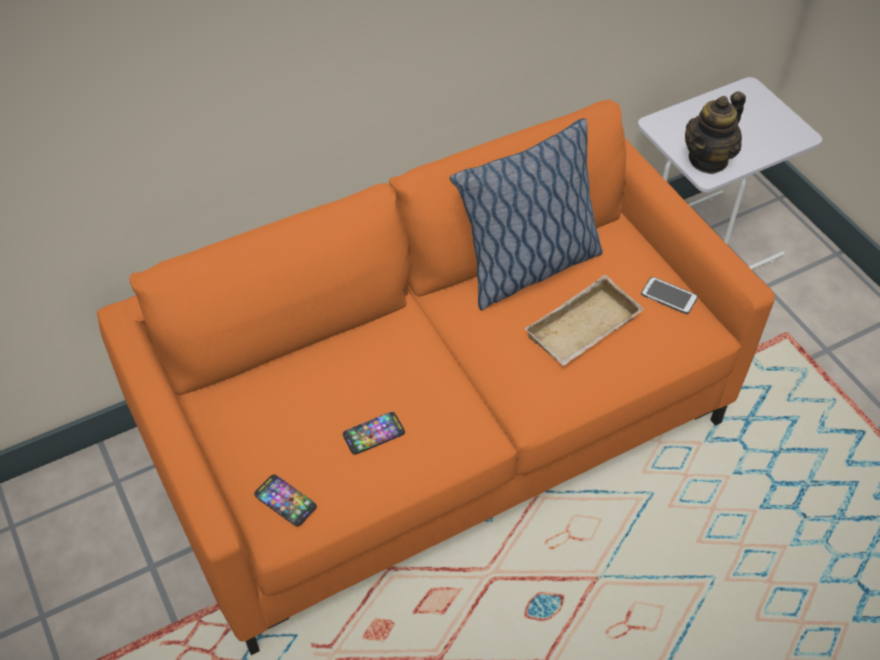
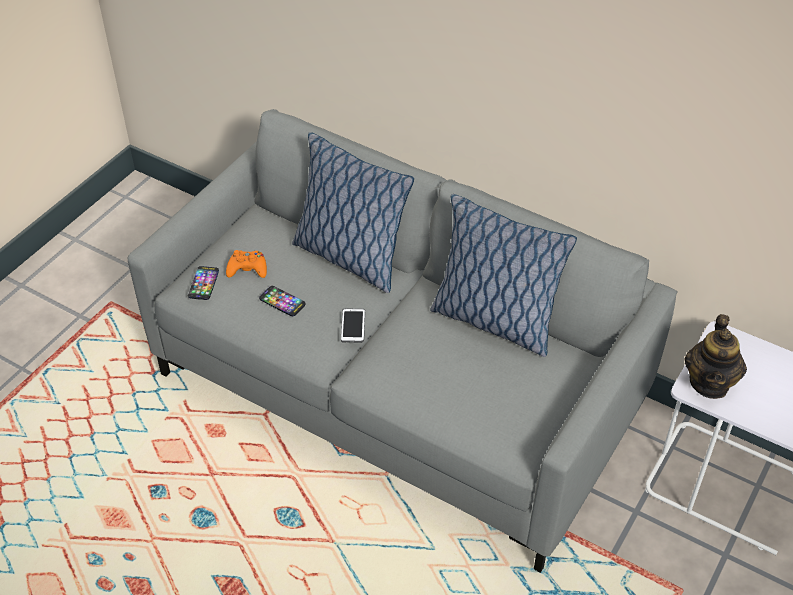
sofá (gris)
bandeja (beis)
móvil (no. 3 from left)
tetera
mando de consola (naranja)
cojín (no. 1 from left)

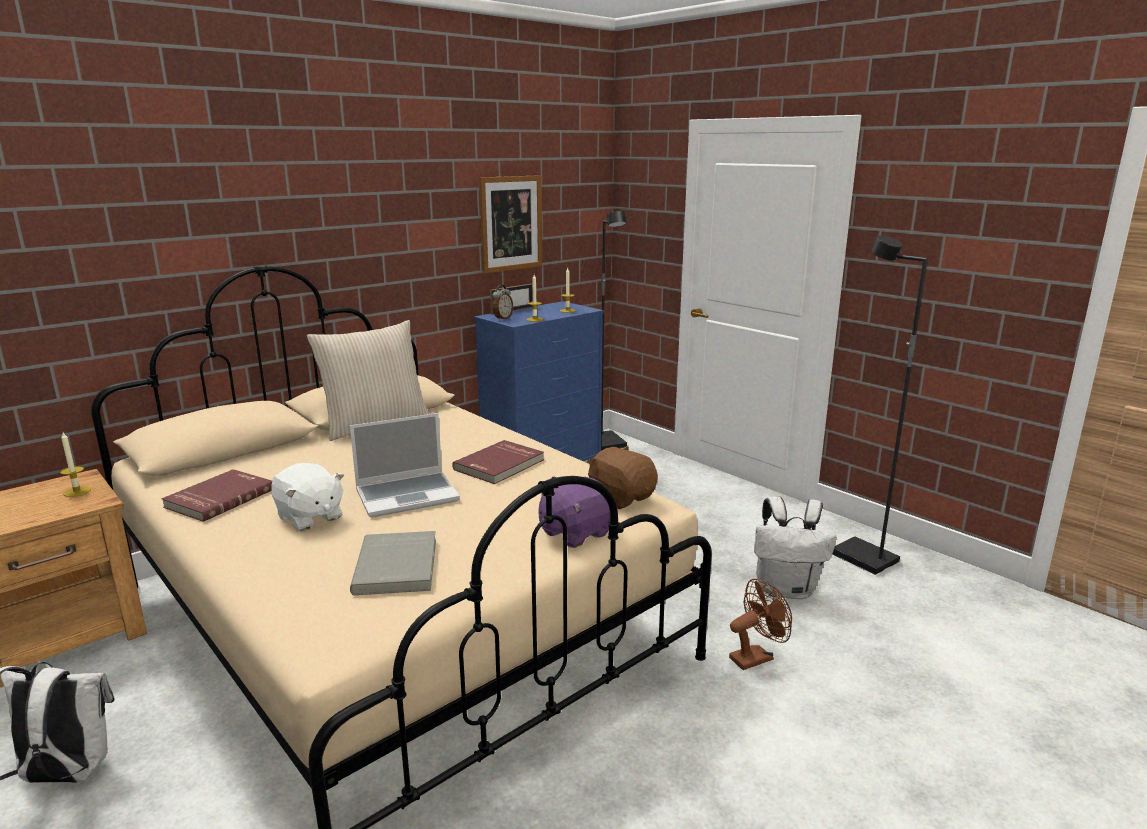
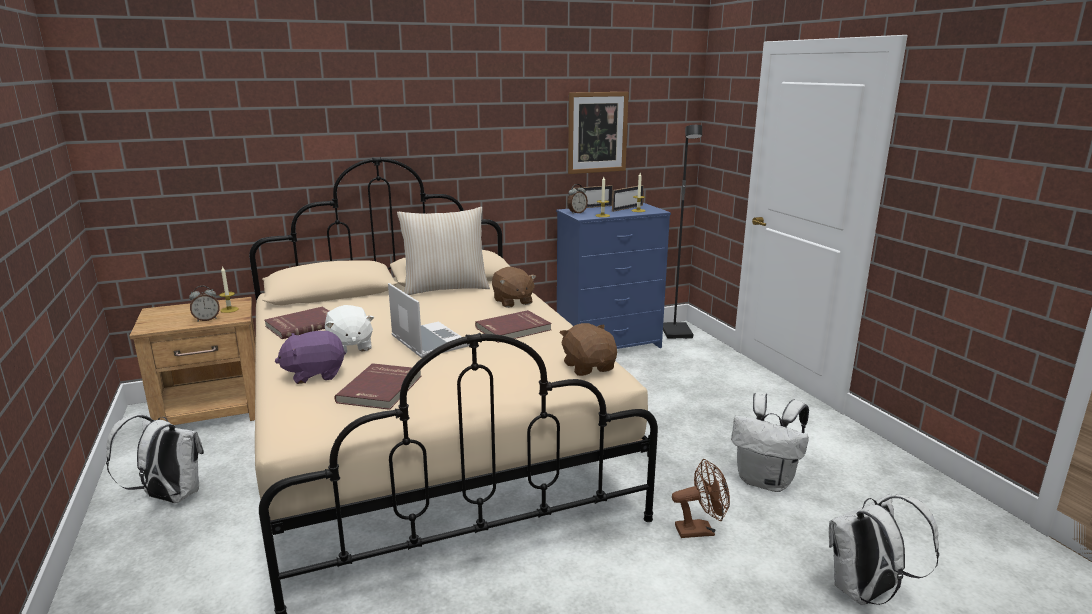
portátil
libro (rojo) (no. 2 from left)
peluche (morado)
lámpara de pie (negro) (no. 2 from left in the first image)
despertador (no. 1 from left)
peluche (marrón) (no. 1 from left)
portarretratos (no. 2 from left)
mochila (blanco) (no. 3 from left)

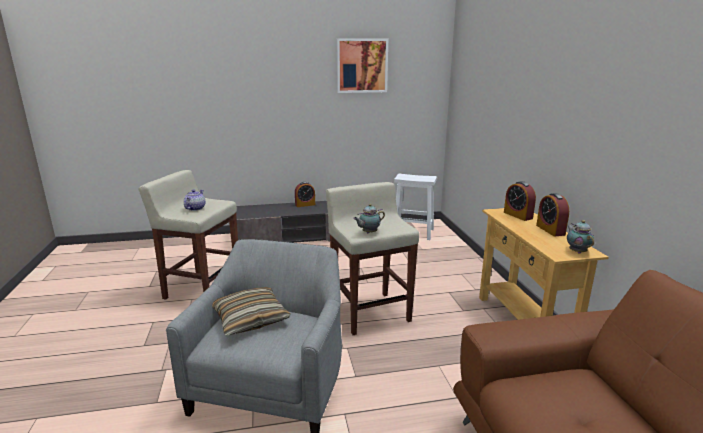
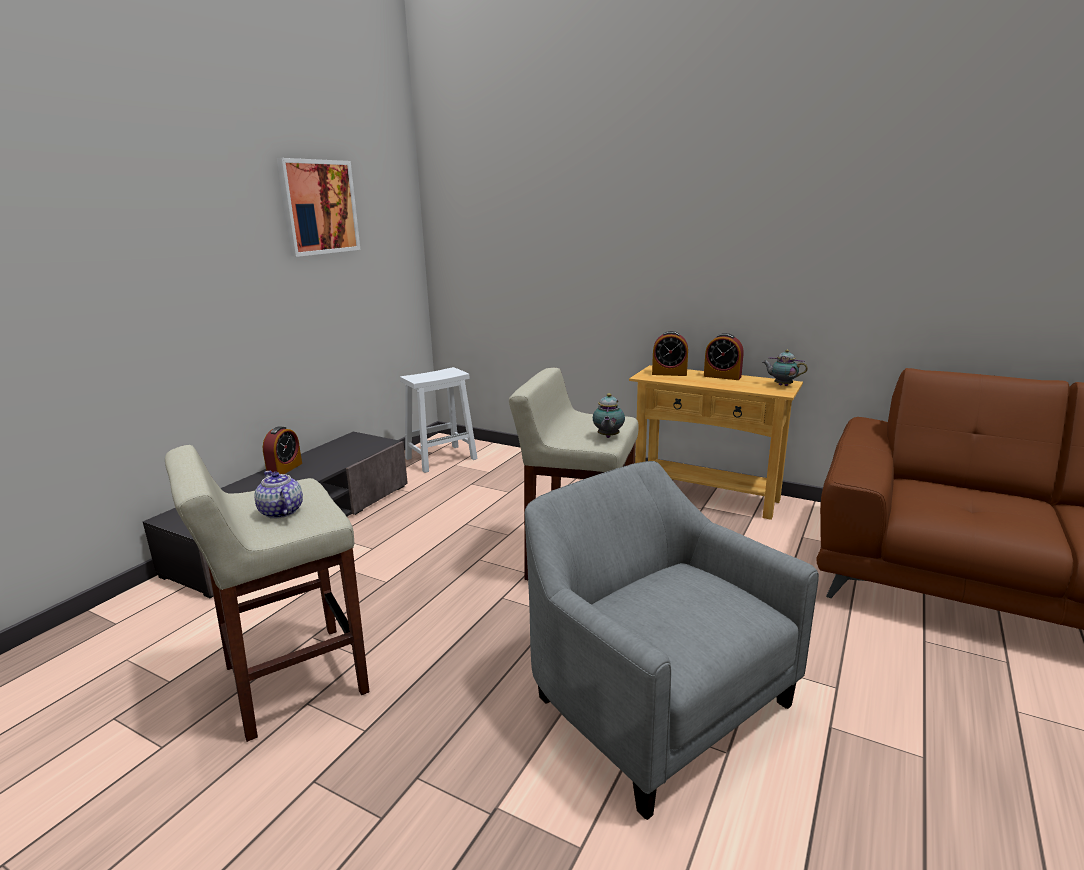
cojín

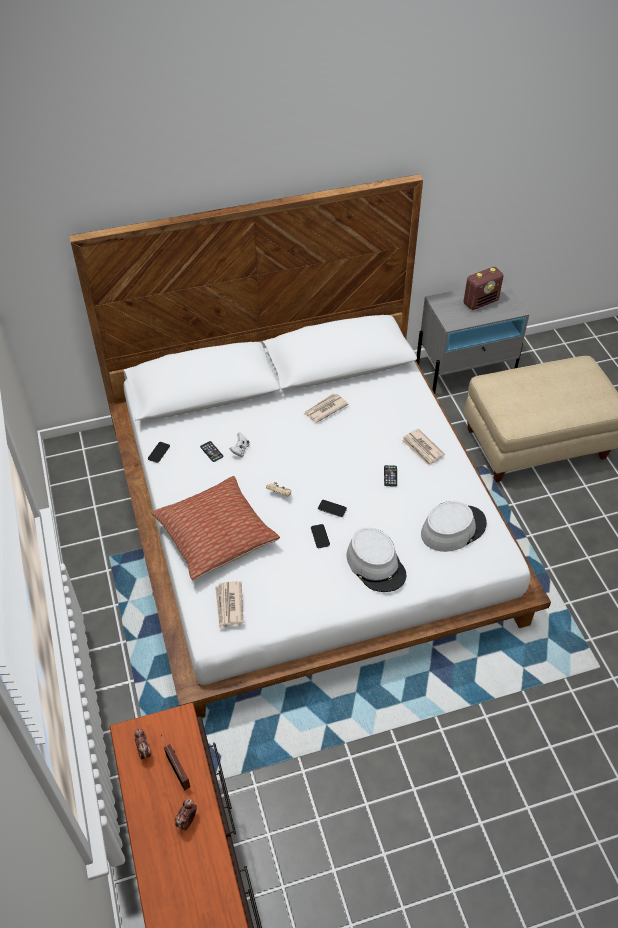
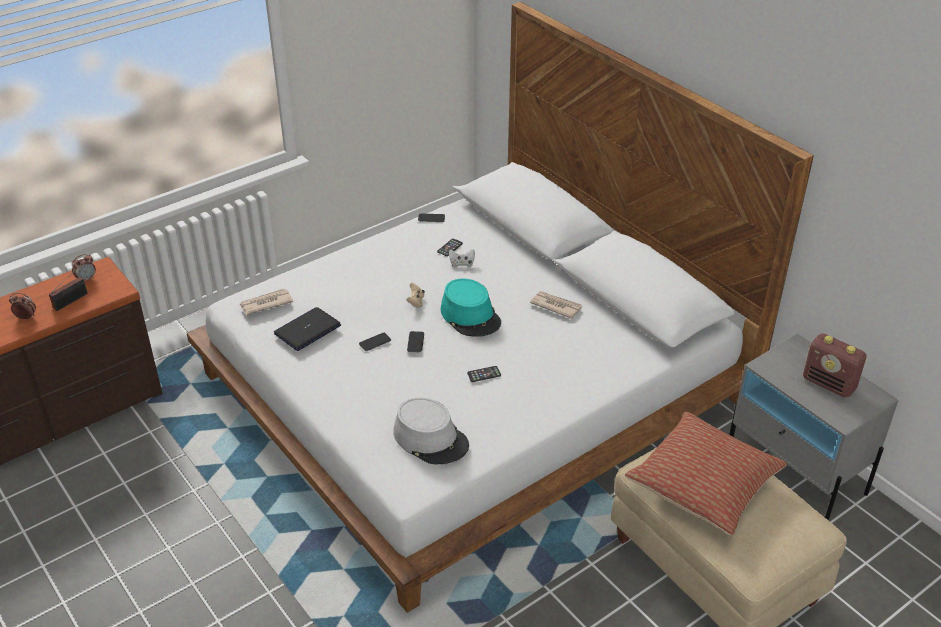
cojín
sombrero (gris) (no. 1 from left in the first image)
periódico (no. 3 from left in the first image)
portátil
sombrero (turquesa)

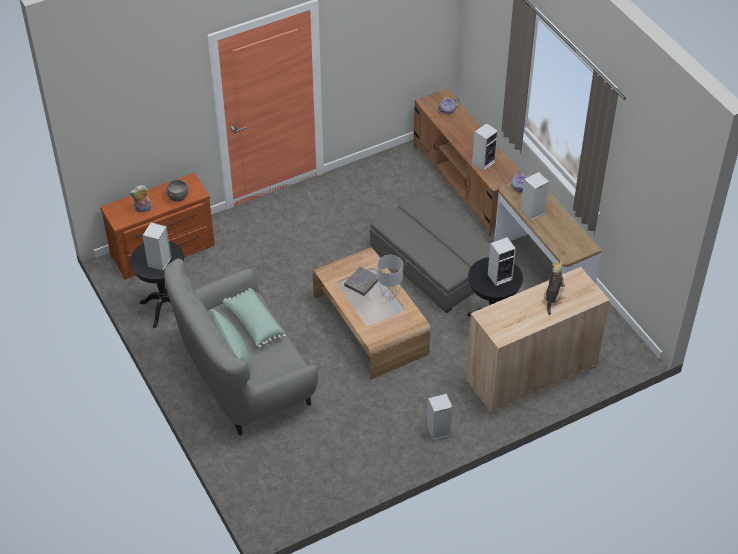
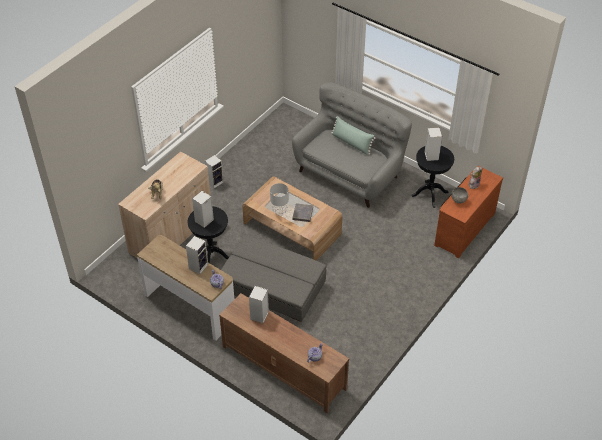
cojín (verde) (no. 2 from left in the first image)

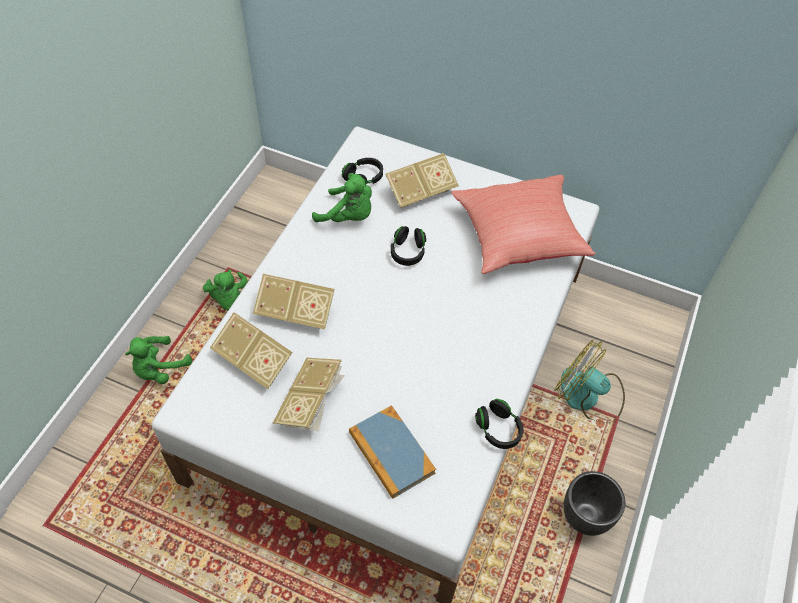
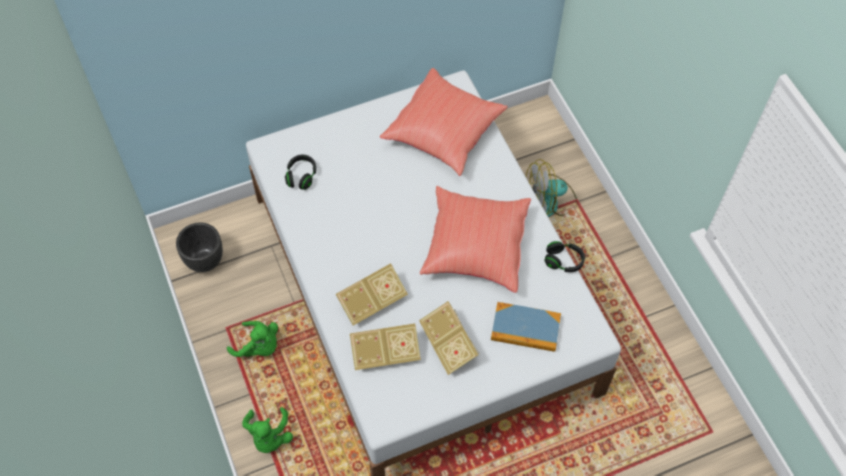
peluche (verde) (no. 3 from left in the first image)
libro (no. 5 from left in the first image)
auriculares (negro) (no. 2 from left in the first image)
maceta (negro)
cojín (rojo) (no. 2 from left)

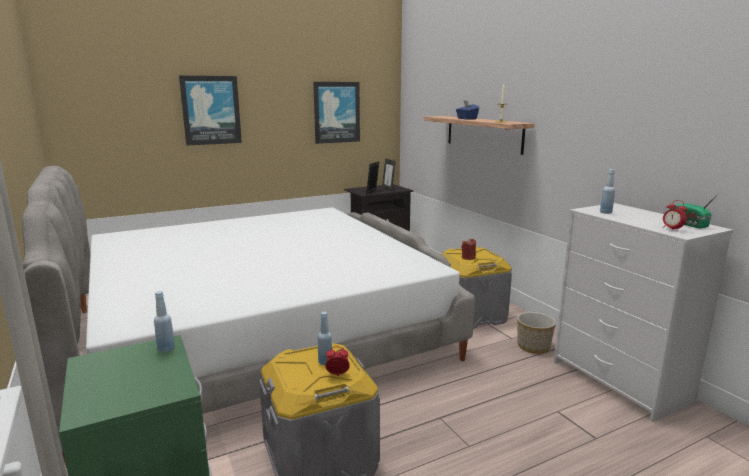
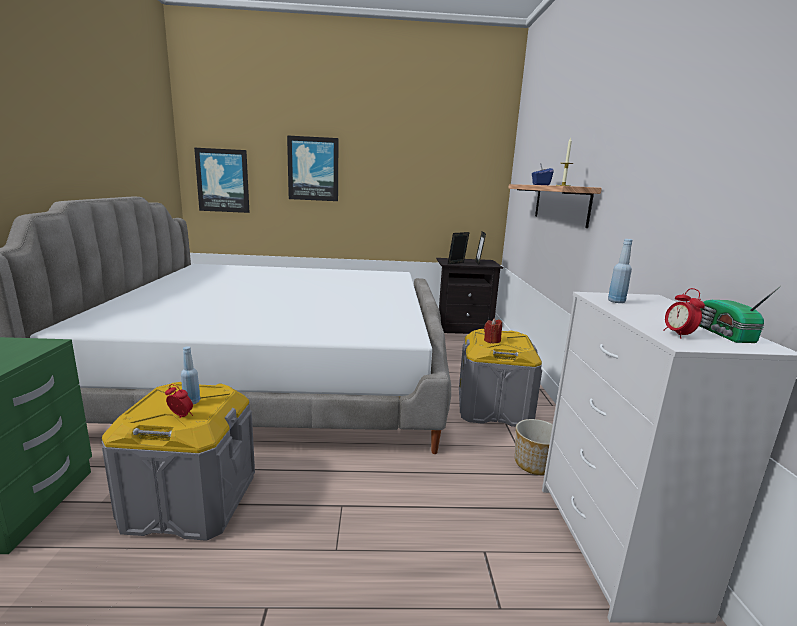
botella (azul) (no. 1 from left in the first image)
cuadro (no. 1 from left)

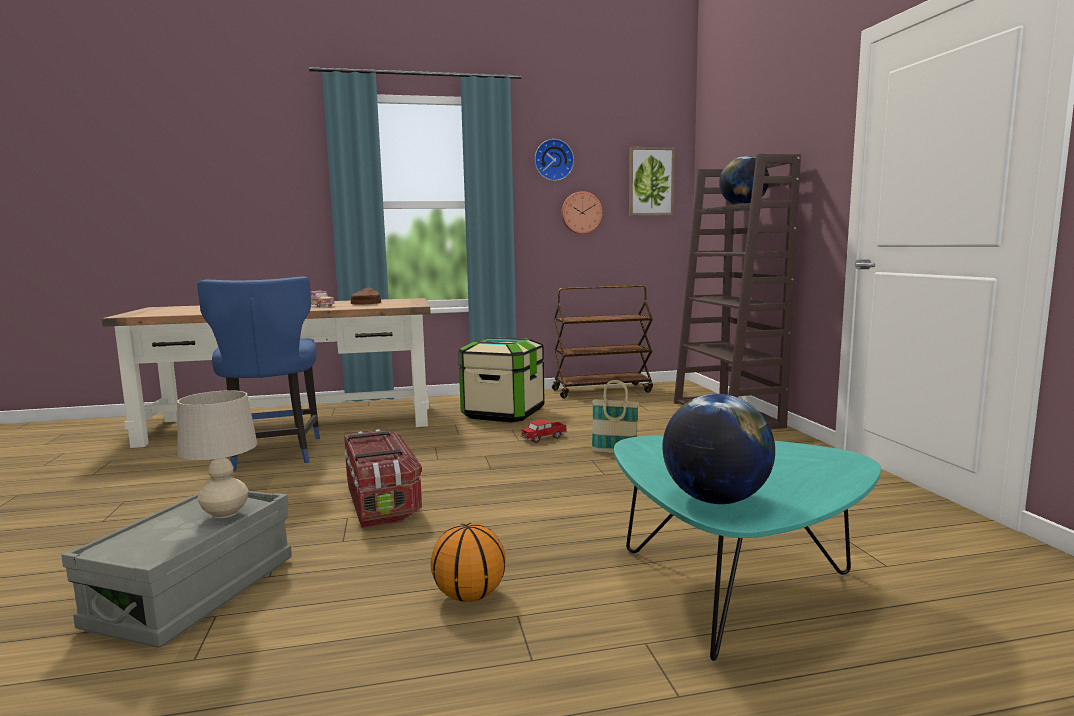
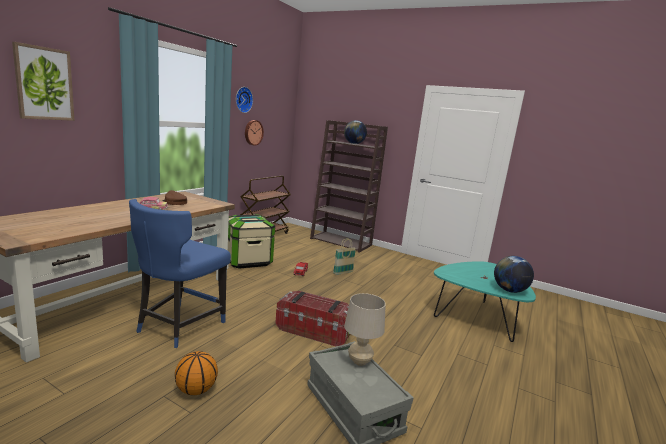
silla (azul)
balón de baloncesto
cuadro

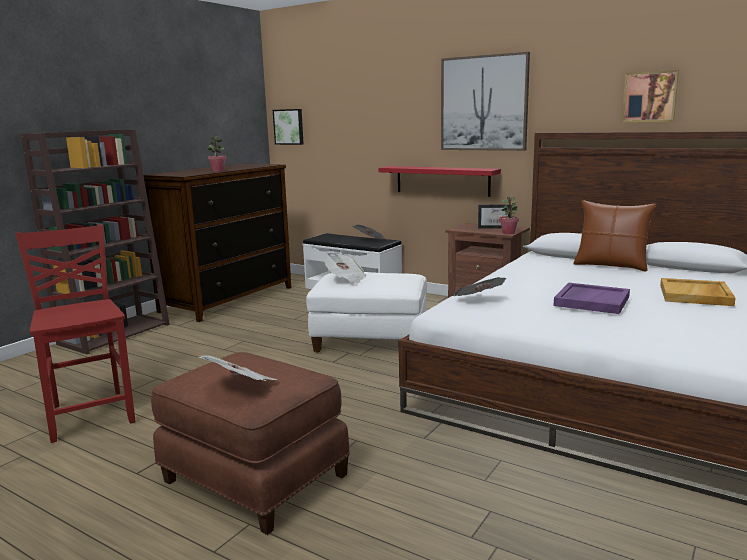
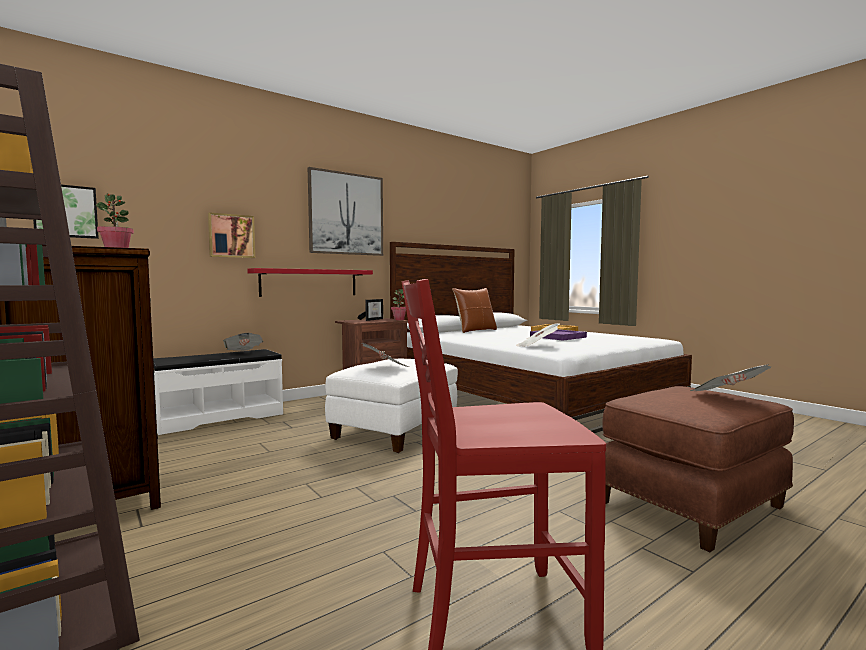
cuadro (no. 2 from left)

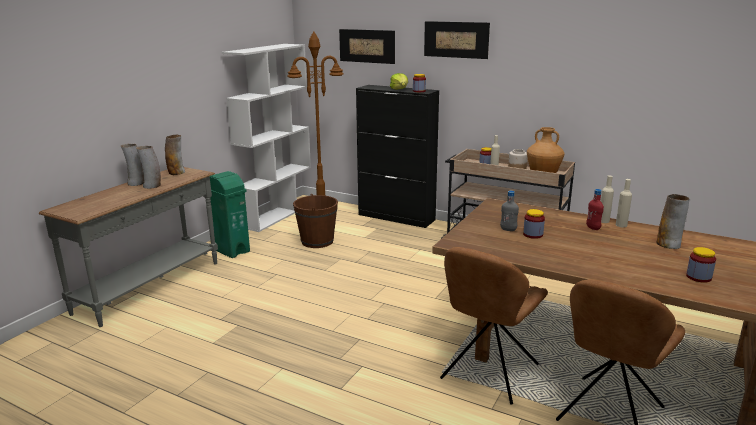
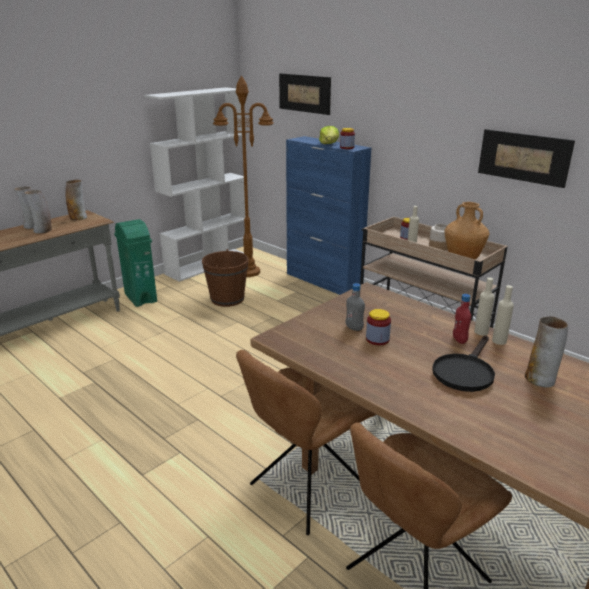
armario (azul)
cuadro (no. 2 from left)
tarro (no. 5 from left in the first image)
sartén (negro)

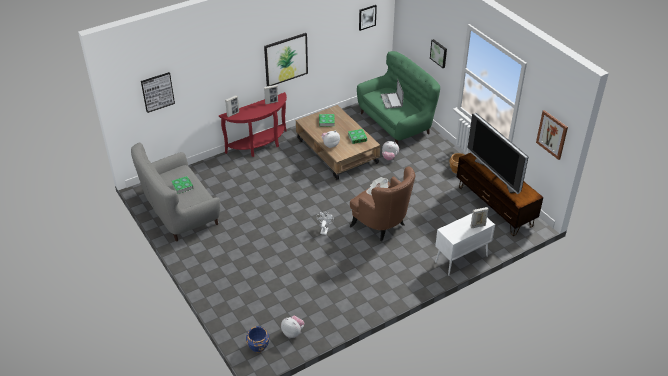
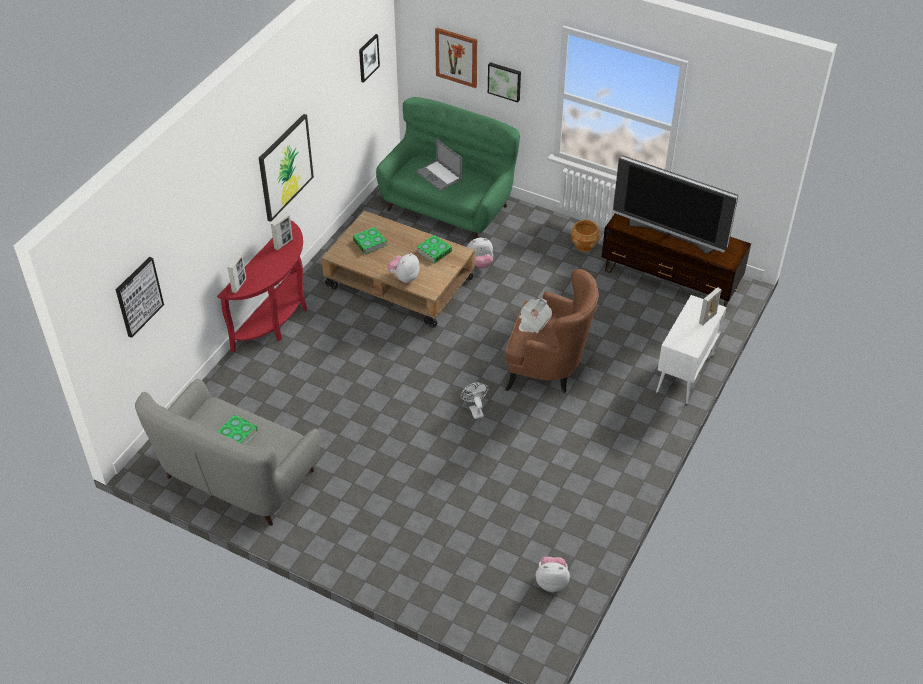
maceta (azul)
cuadro (no. 4 from left)

